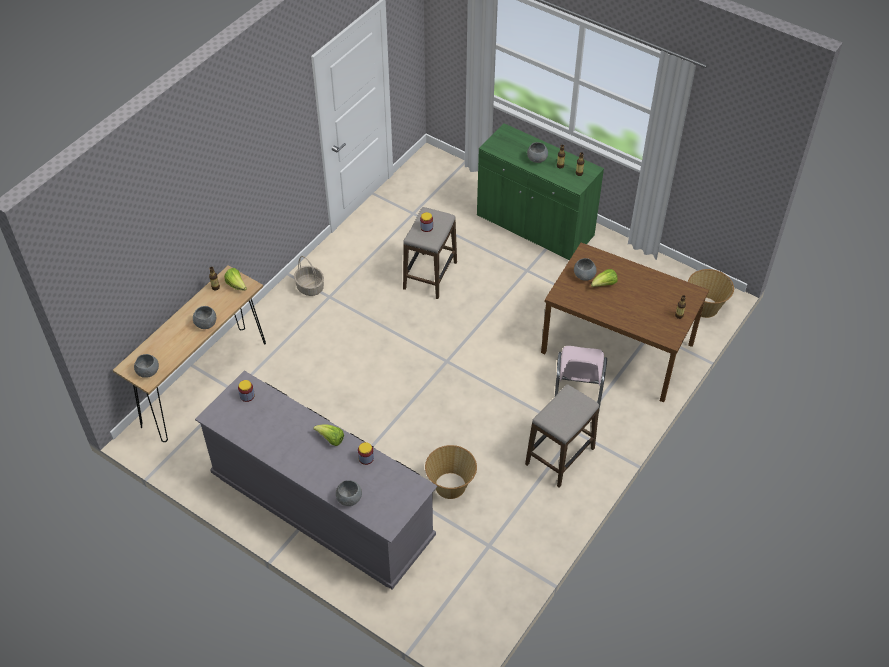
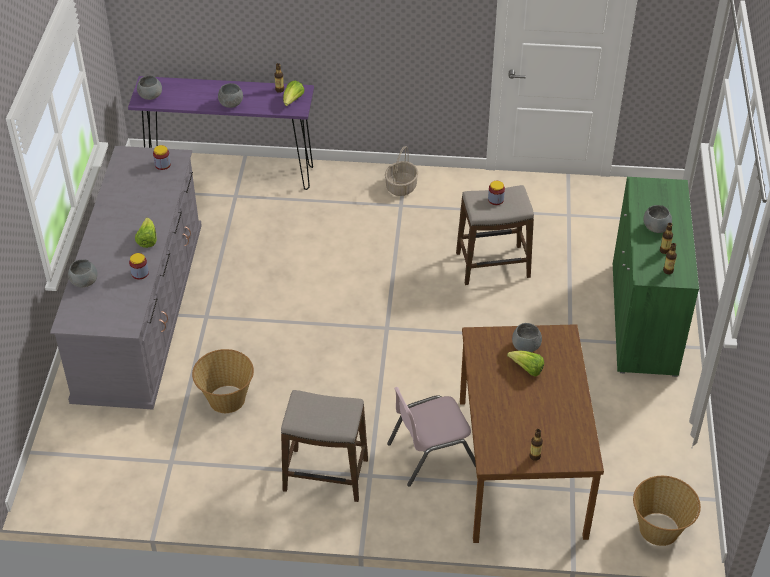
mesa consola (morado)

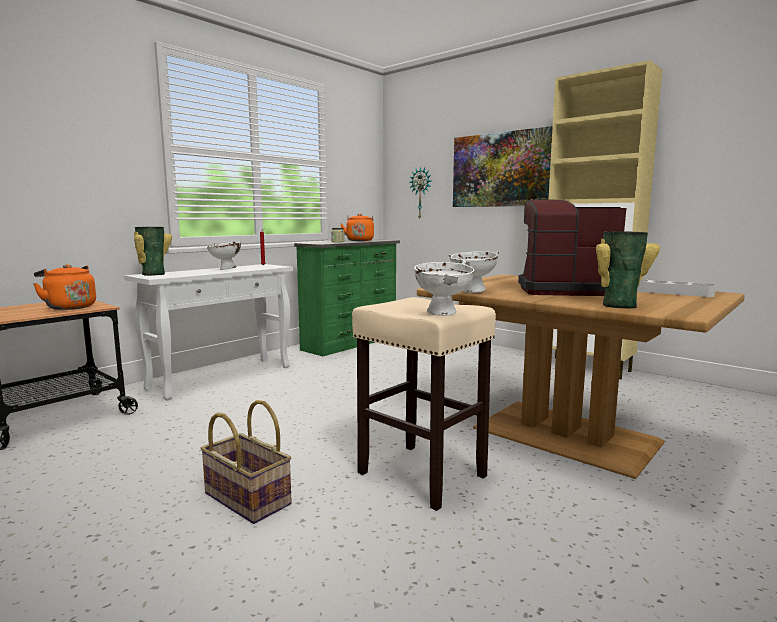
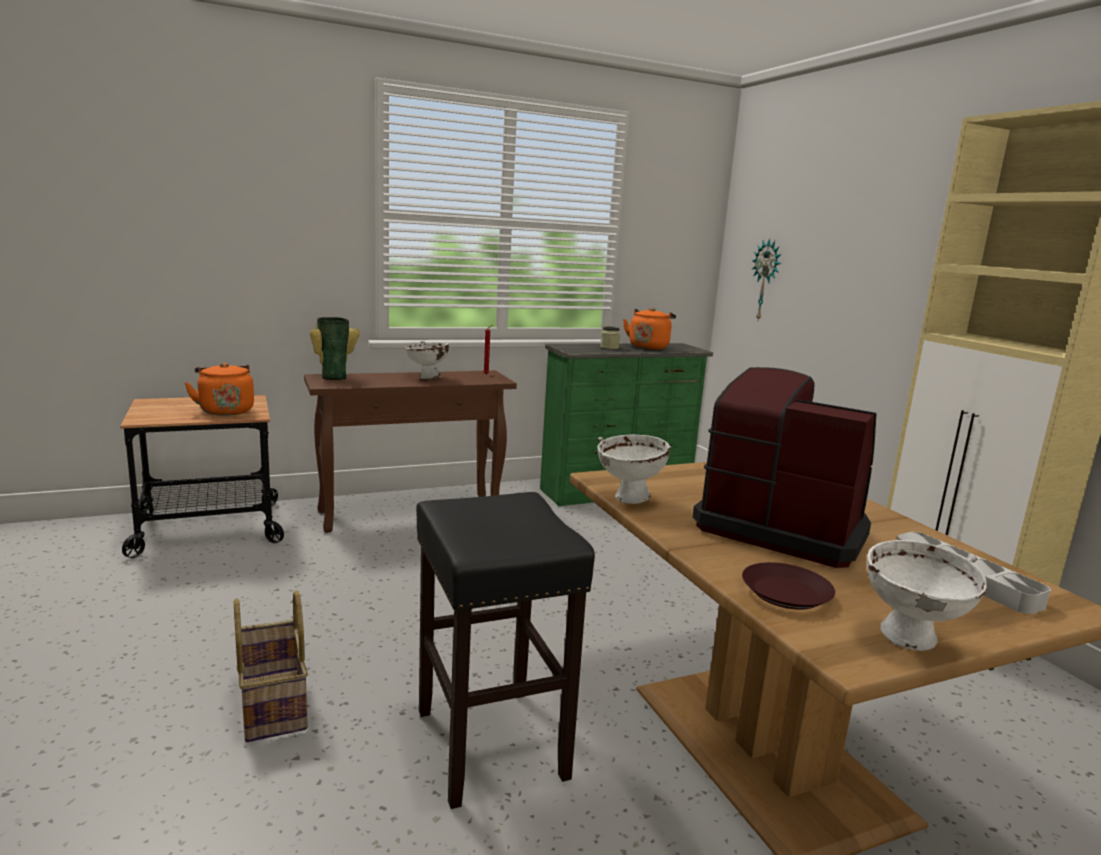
mesa consola (marrón)
taburete (negro)
cuenco (blanco) (no. 3 from left)
cuadro
plato (marrón)

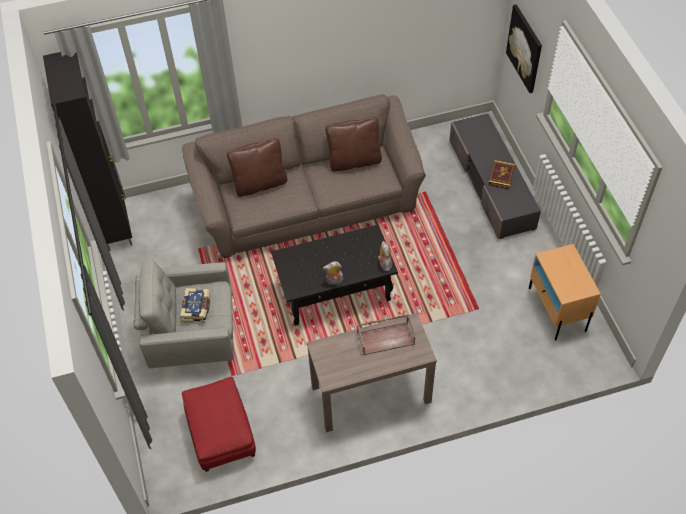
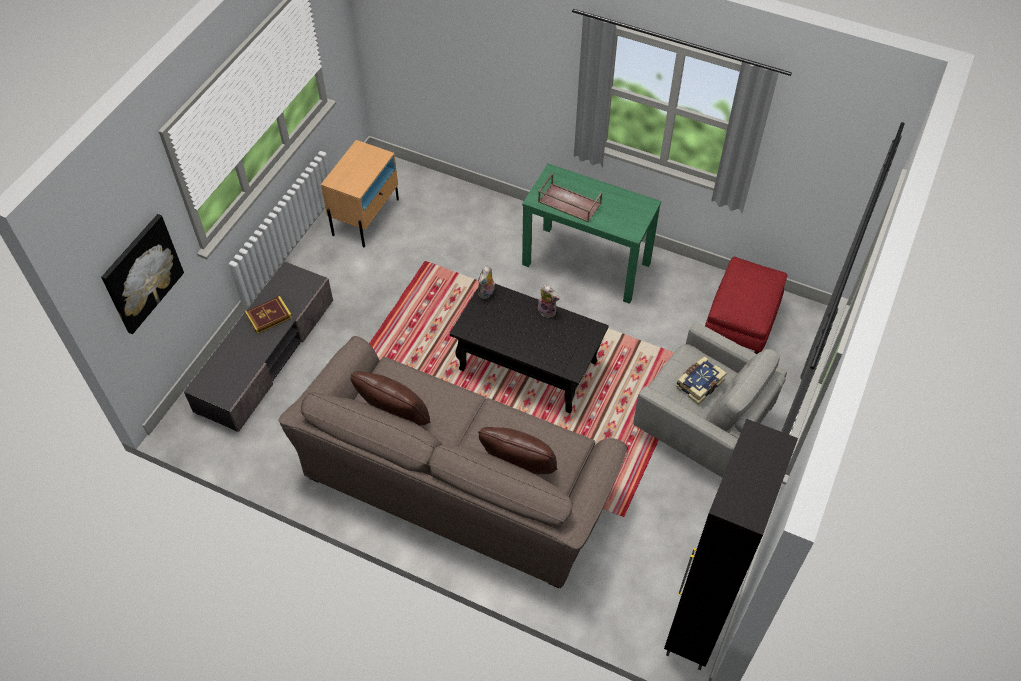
mesa consola (verde)

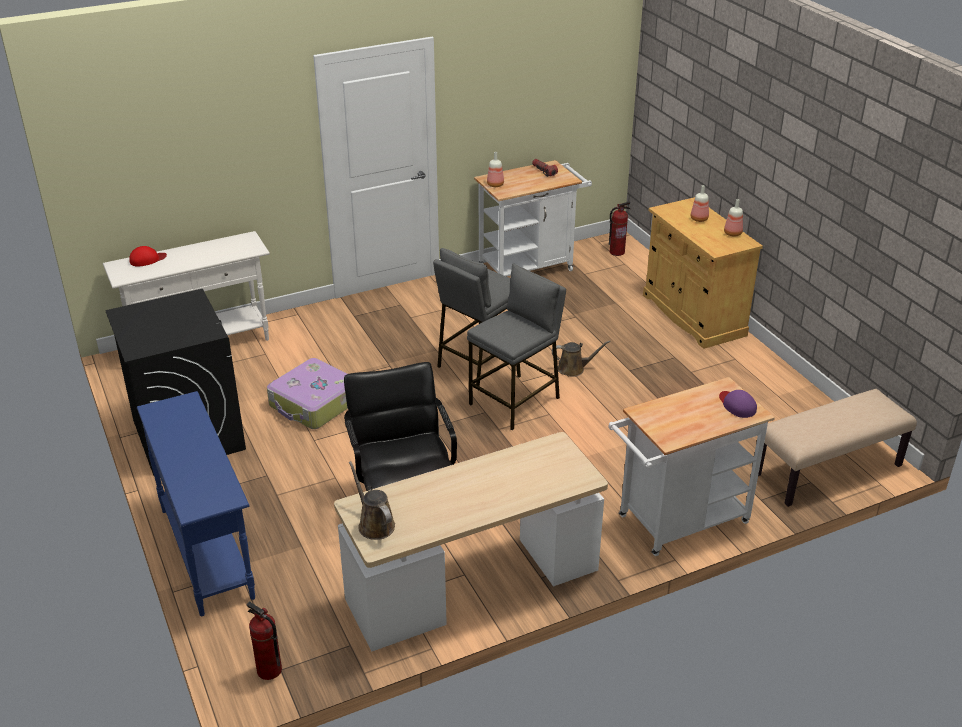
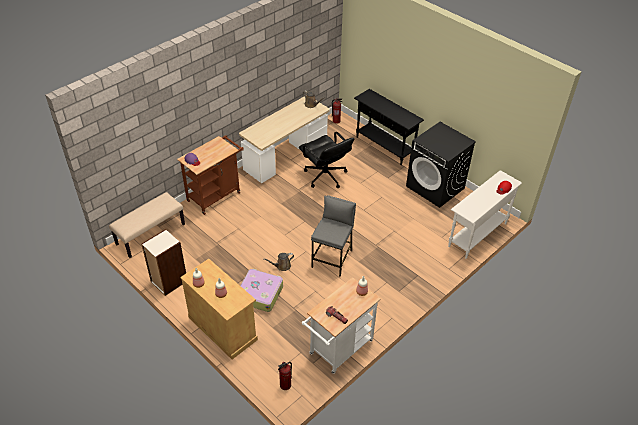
mesa consola (negro)
maleta
taburete (gris) (no. 2 from left in the first image)
carrito (marrón)
estantería

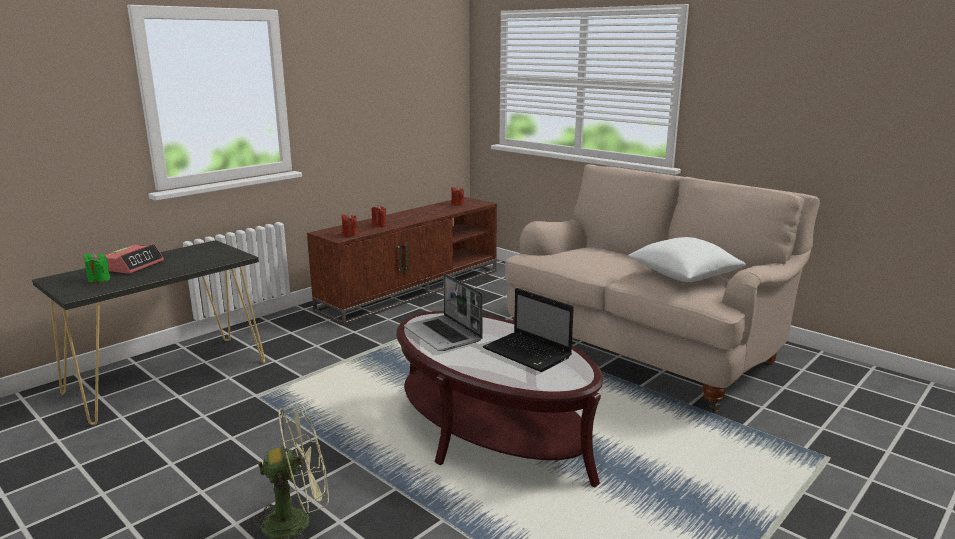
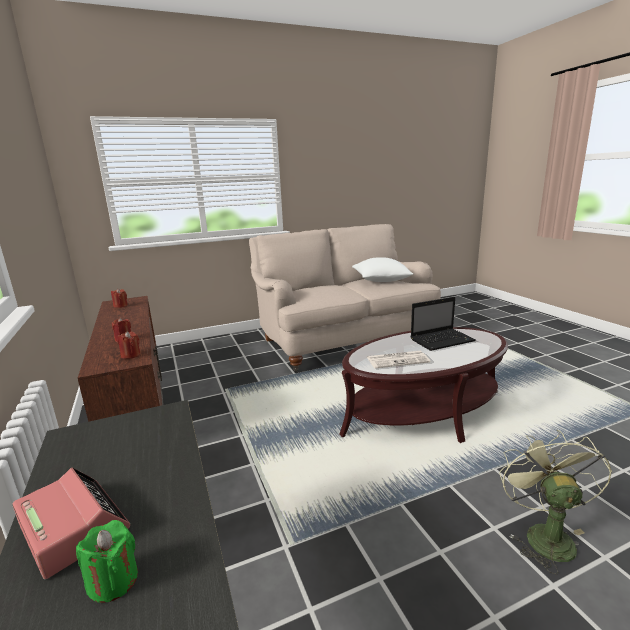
periódico

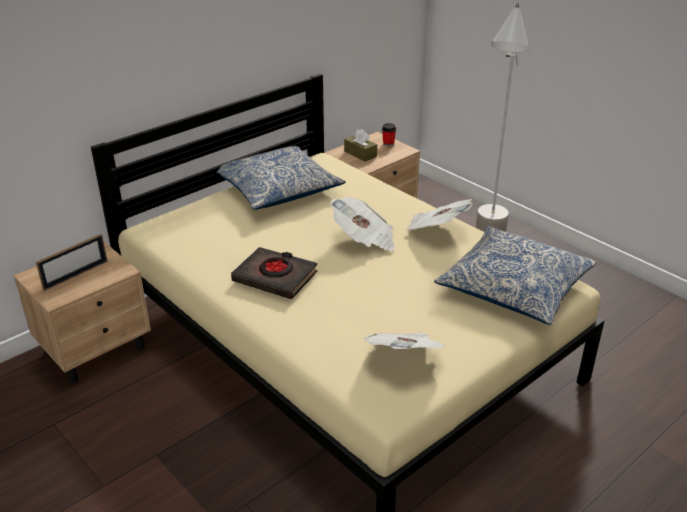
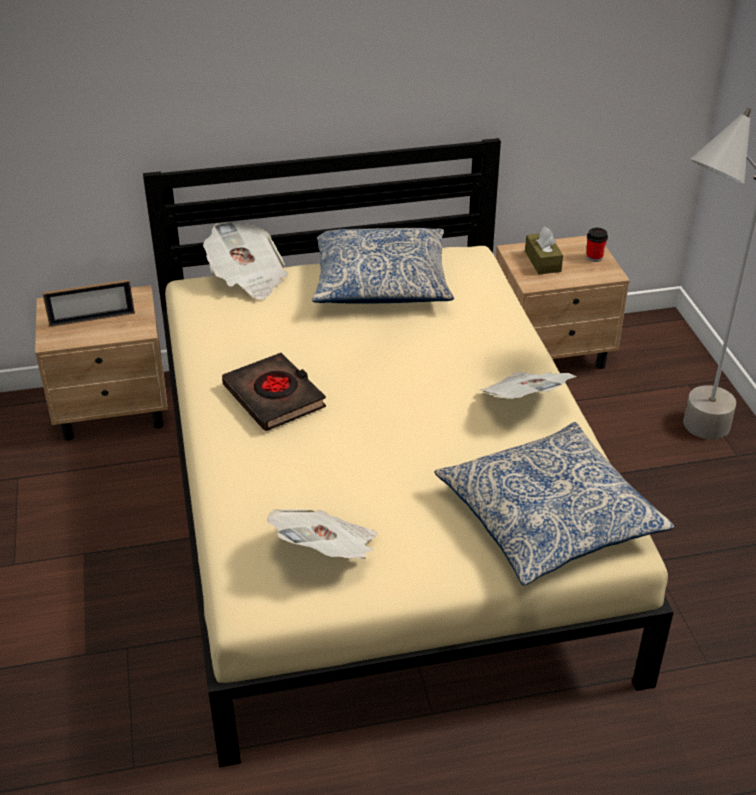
periódico (no. 1 from left)

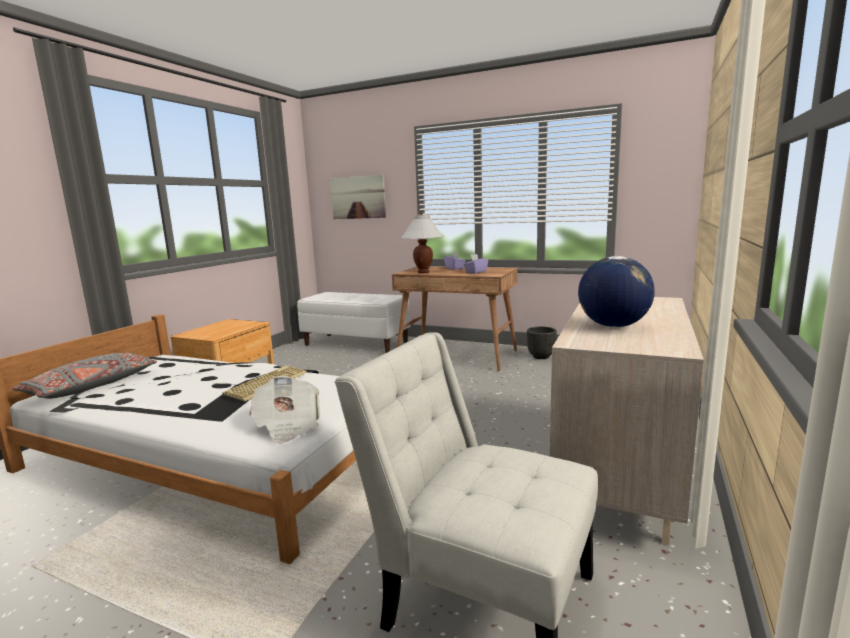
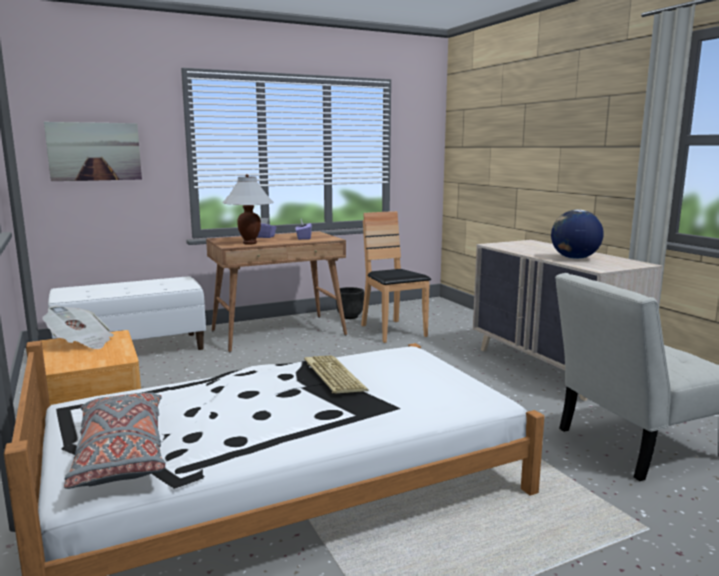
periódico
silla (marrón)

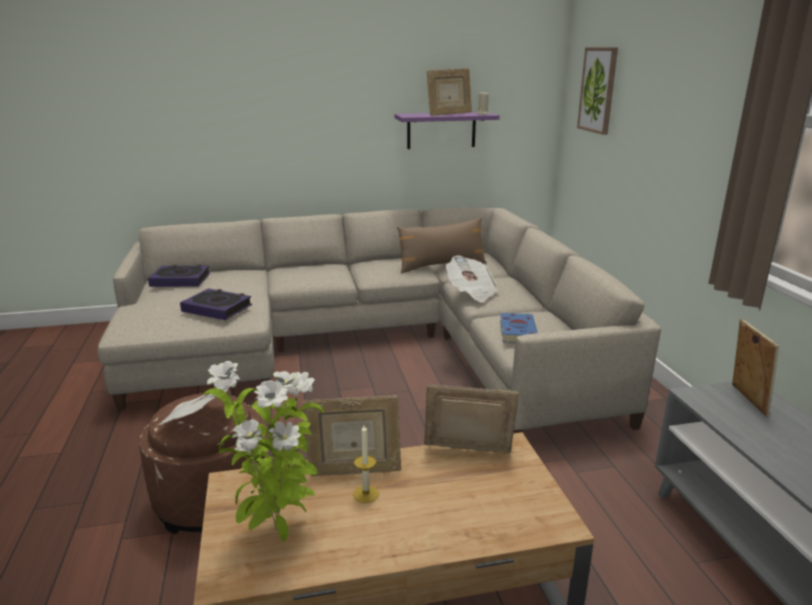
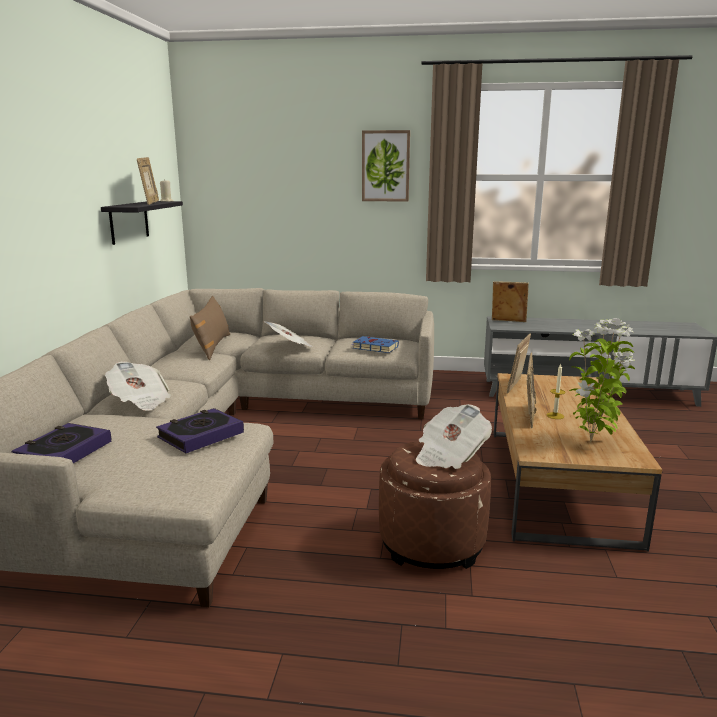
estante (negro)
cuadro
periódico (no. 1 from left)

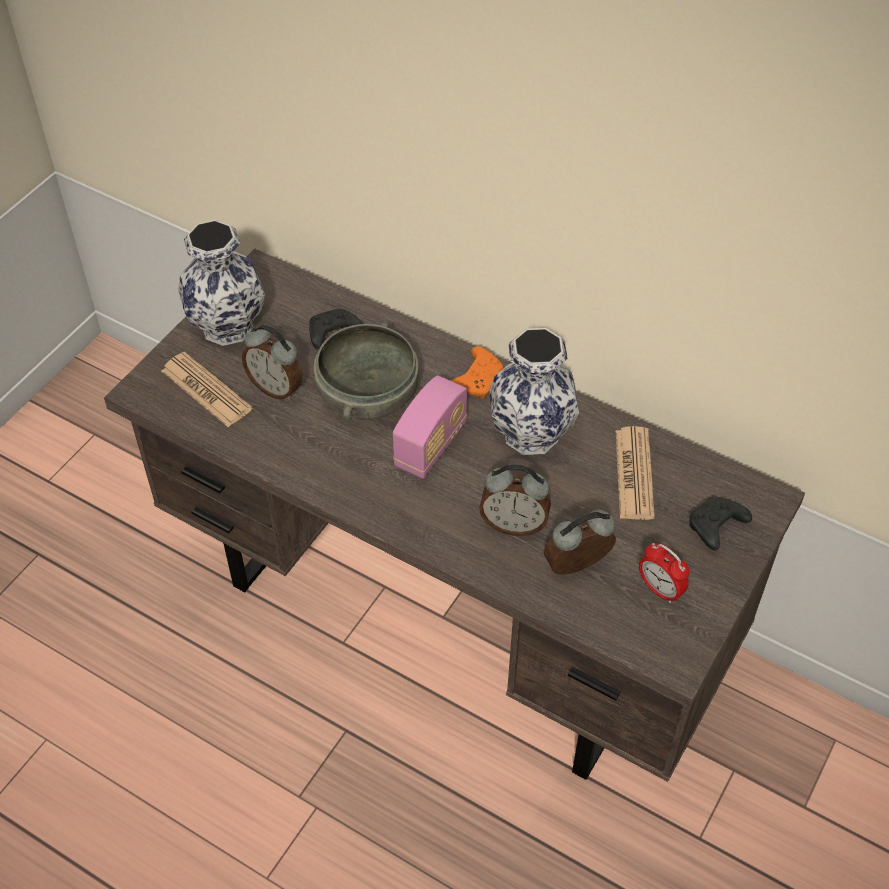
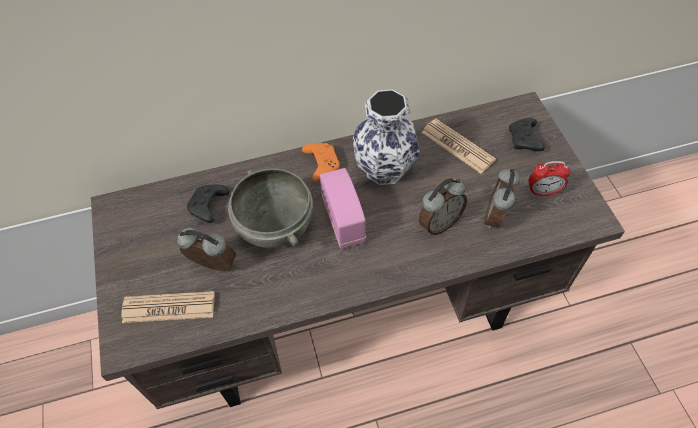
florero (no. 1 from left in the first image)
despertador (no. 1 from left)

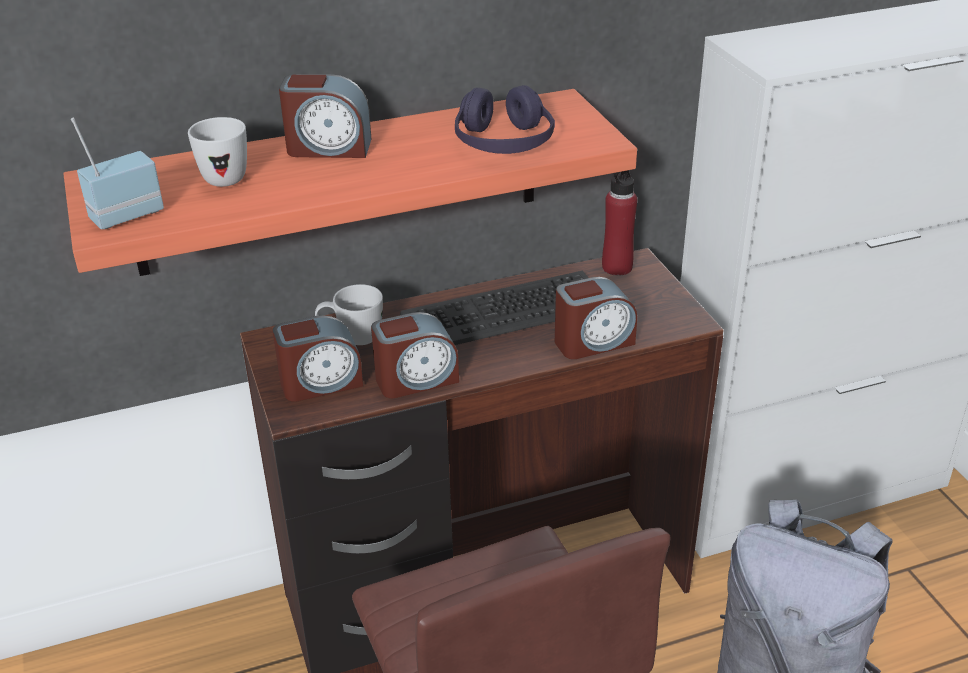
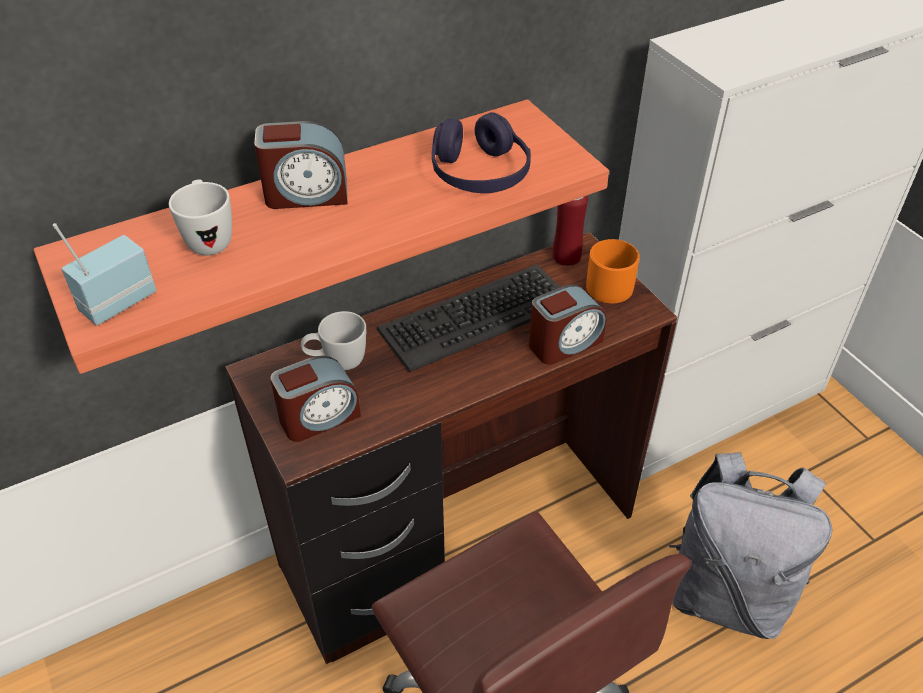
despertador (no. 3 from left in the first image)
taza grande (naranja)

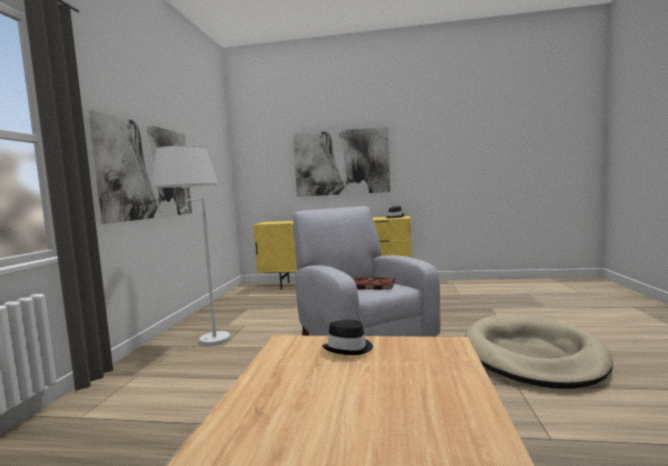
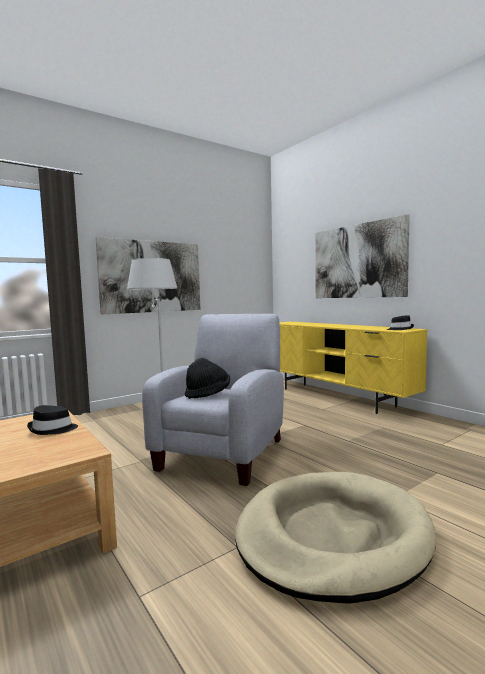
sombrero (negro) (no. 2 from left)

